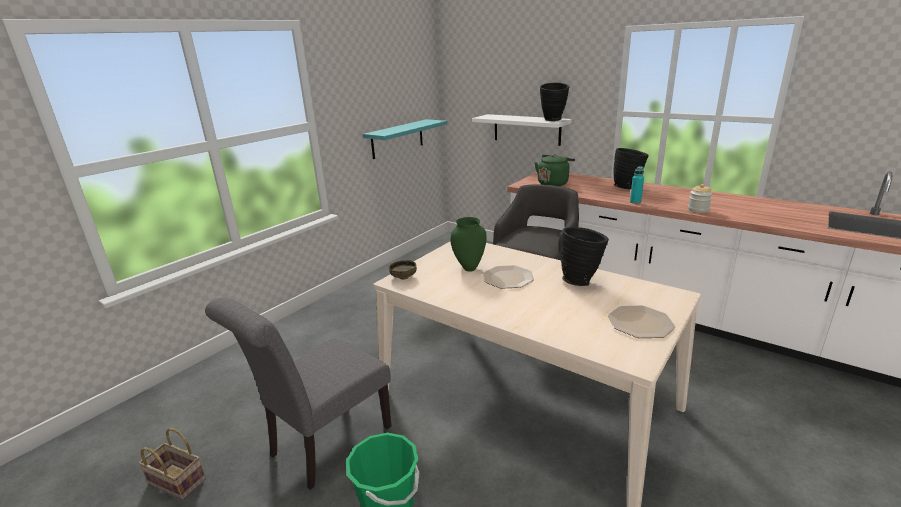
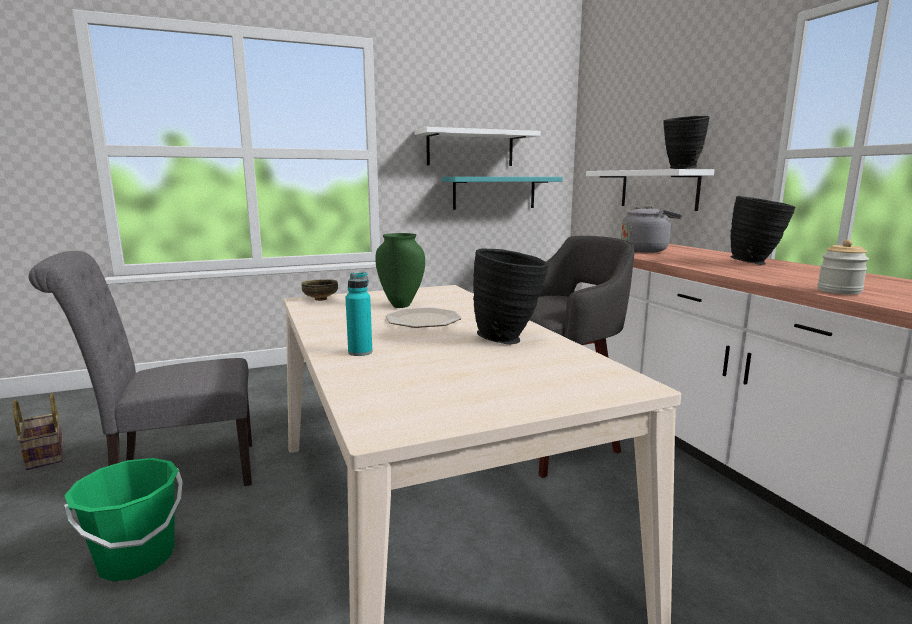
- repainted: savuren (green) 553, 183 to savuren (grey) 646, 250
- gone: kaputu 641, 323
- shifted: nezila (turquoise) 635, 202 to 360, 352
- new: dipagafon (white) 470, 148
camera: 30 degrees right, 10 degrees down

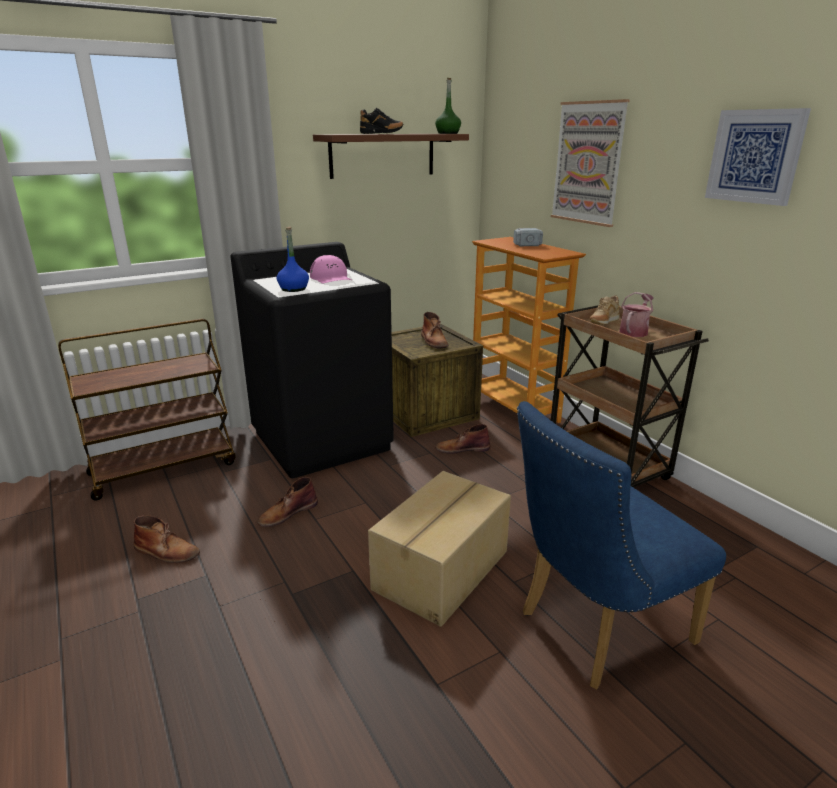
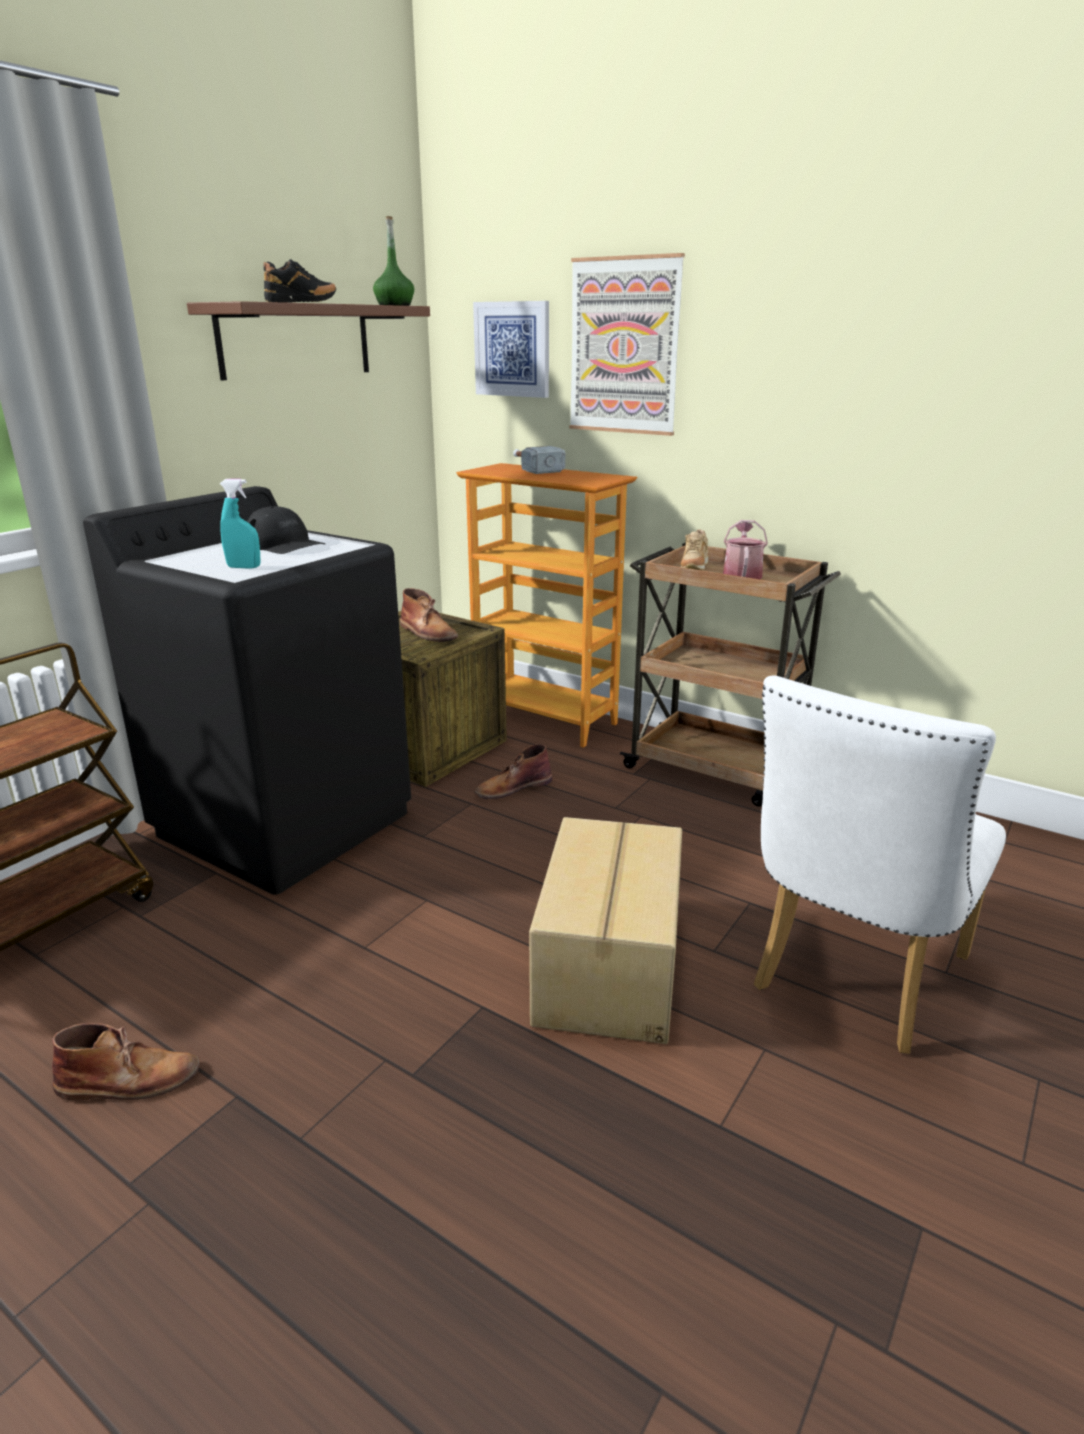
- gone: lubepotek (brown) 287, 513
- swapped: nezila (blue) 293, 289 to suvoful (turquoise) 244, 567
- repainted: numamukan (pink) 331, 278 to numamukan (black) 284, 545
- repainted: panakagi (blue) 594, 629 to panakagi (white) 850, 979
- shifted: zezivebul 755, 156 to 512, 349
camera: 25 degrees left, 0 degrees up

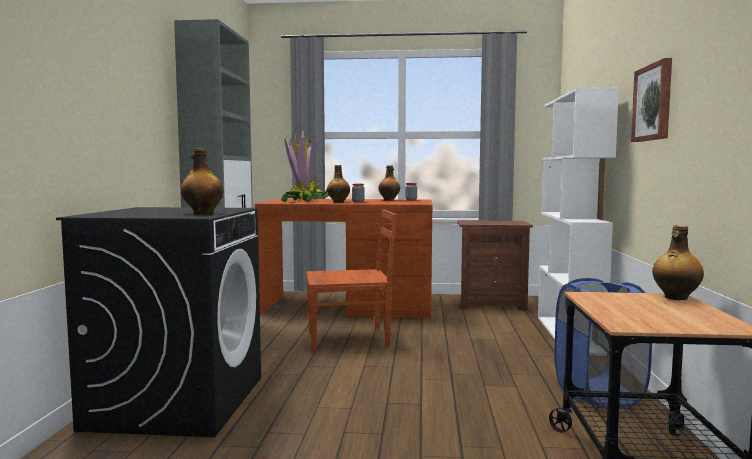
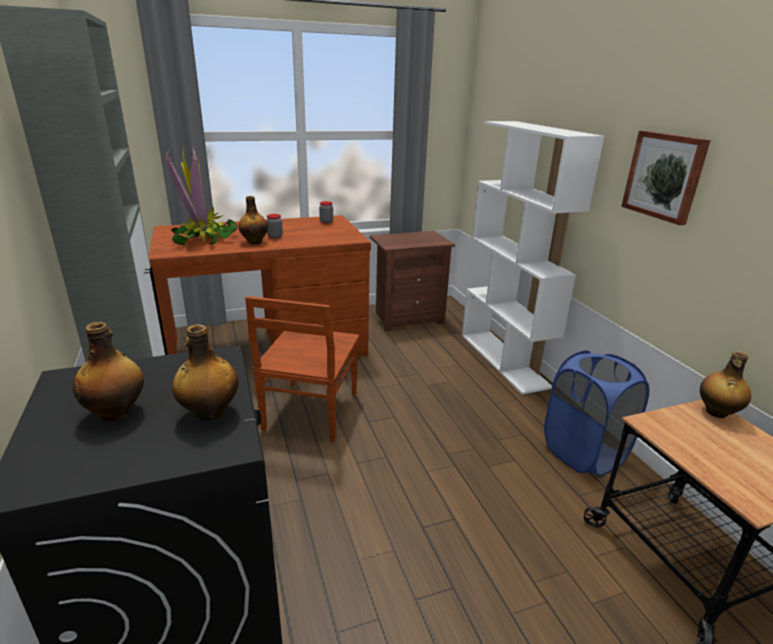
- rotated: panakagi (brown) 350, 338 = 310, 412 135 degrees clockwise
- shifted: nezila 389, 200 to 117, 412
camera: 25 degrees left, 20 degrees up

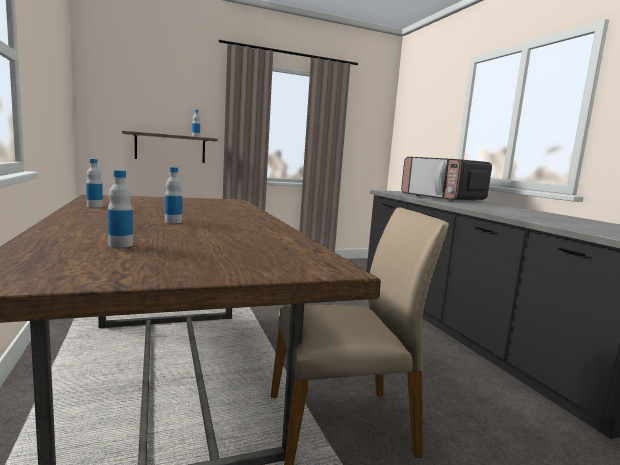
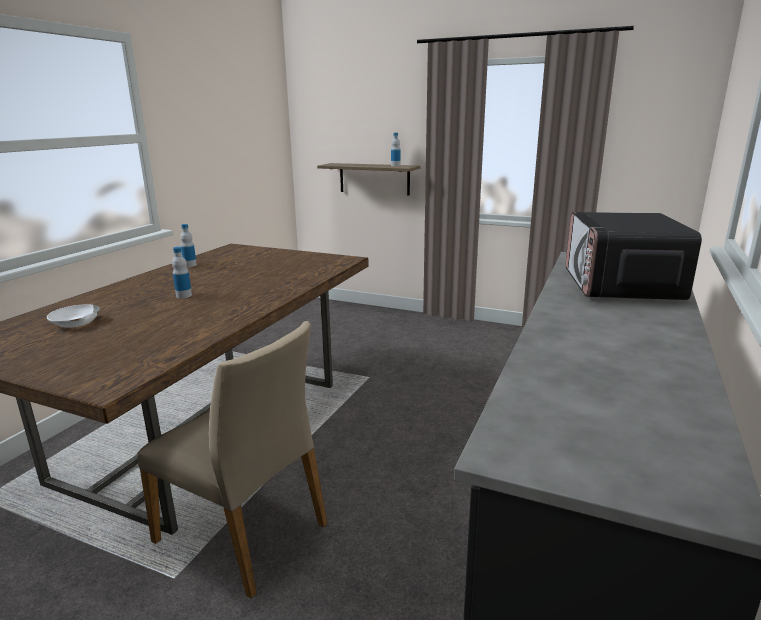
- swapped: nezila 120, 245 to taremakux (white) 74, 323
camera: 45 degrees right, 10 degrees up

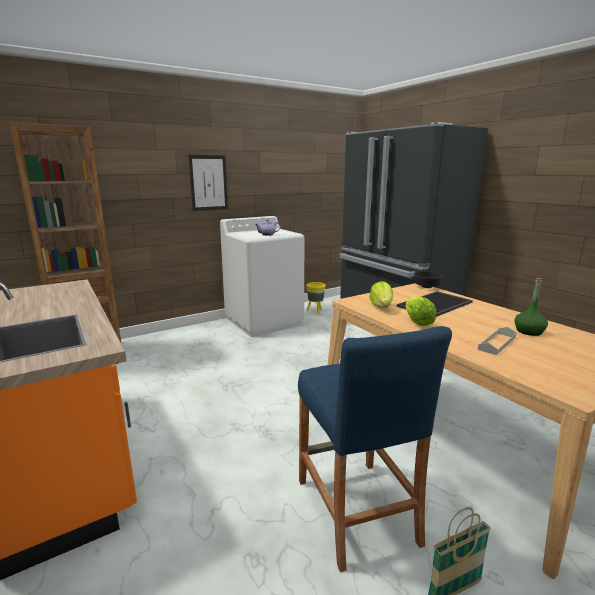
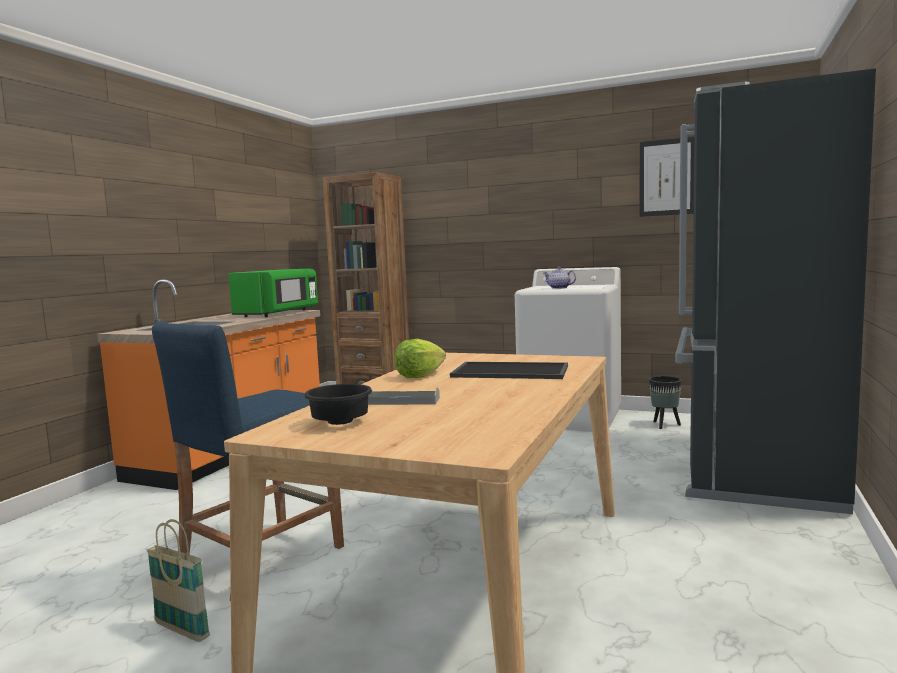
- shifted: zezivebul 208, 183 to 666, 177
- repainted: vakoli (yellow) 315, 311 to vakoli (black) 665, 425
- gone: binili 381, 307
- shifted: taremakux (black) 426, 287 to 341, 422
- gone: nezila (green) 528, 331
- new: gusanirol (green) 278, 313
camera: 55 degrees right, 10 degrees down

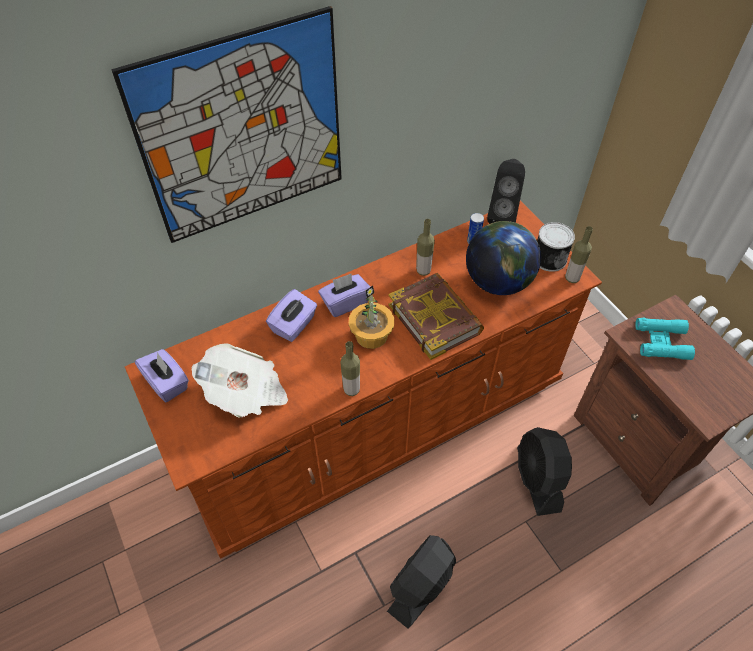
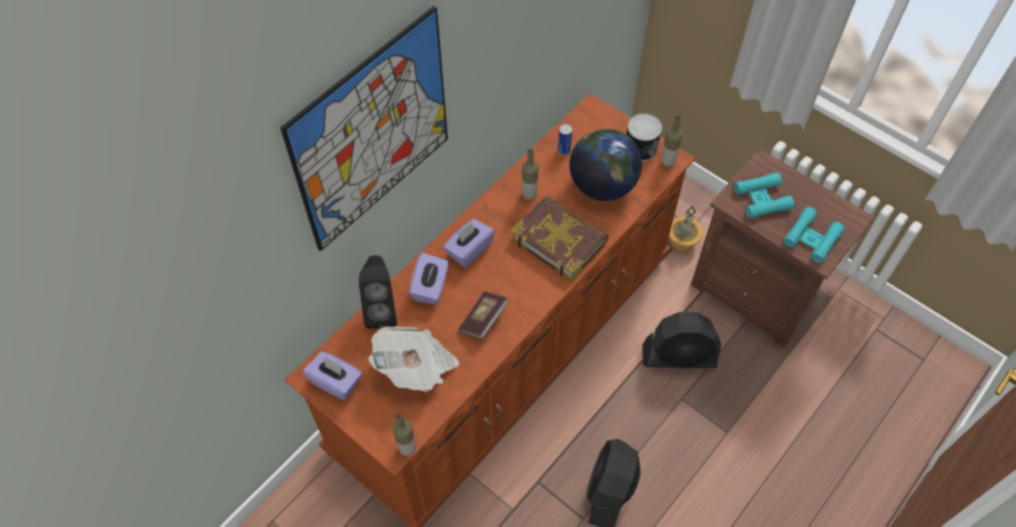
- shifted: nezila 351, 390 to 407, 448
- shifted: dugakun 372, 335 to 682, 241
- shifted: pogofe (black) 502, 216 to 382, 310
- rotated: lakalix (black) 538, 480 = 679, 357 60 degrees counterclockwise
- new: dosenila 483, 320
- new: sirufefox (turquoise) 812, 238
camera: 20 degrees left, 5 degrees up

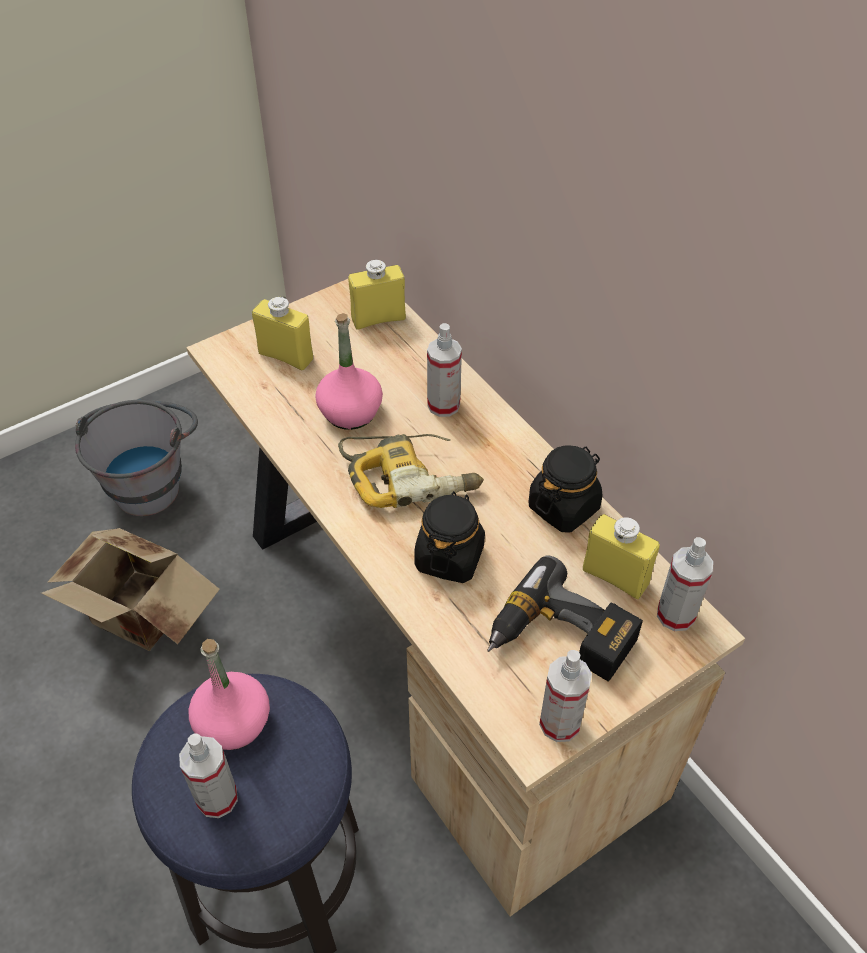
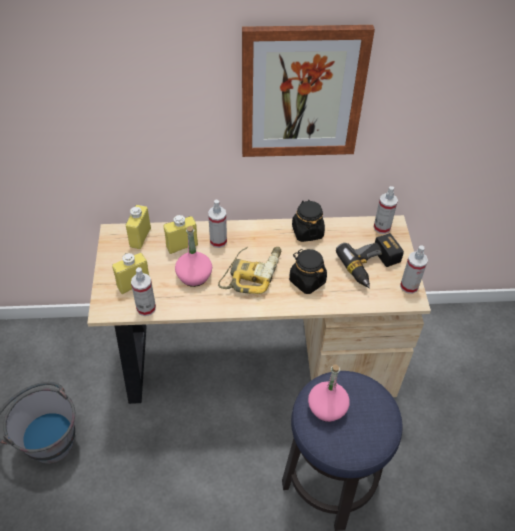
- gone: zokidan 140, 619
- shifted: suvoful 217, 798 to 146, 308
- shifted: nezila (yellow) 615, 577 to 182, 246
- new: zezivebul 302, 93
camera: 60 degrees left, 0 degrees up

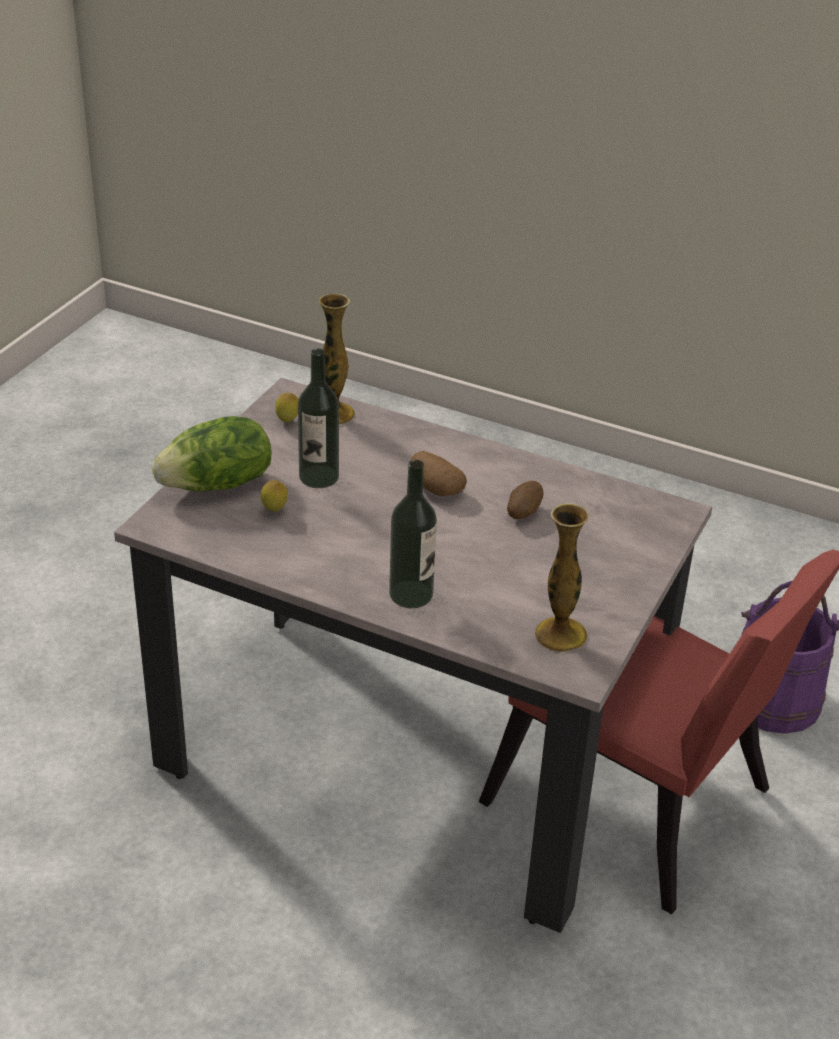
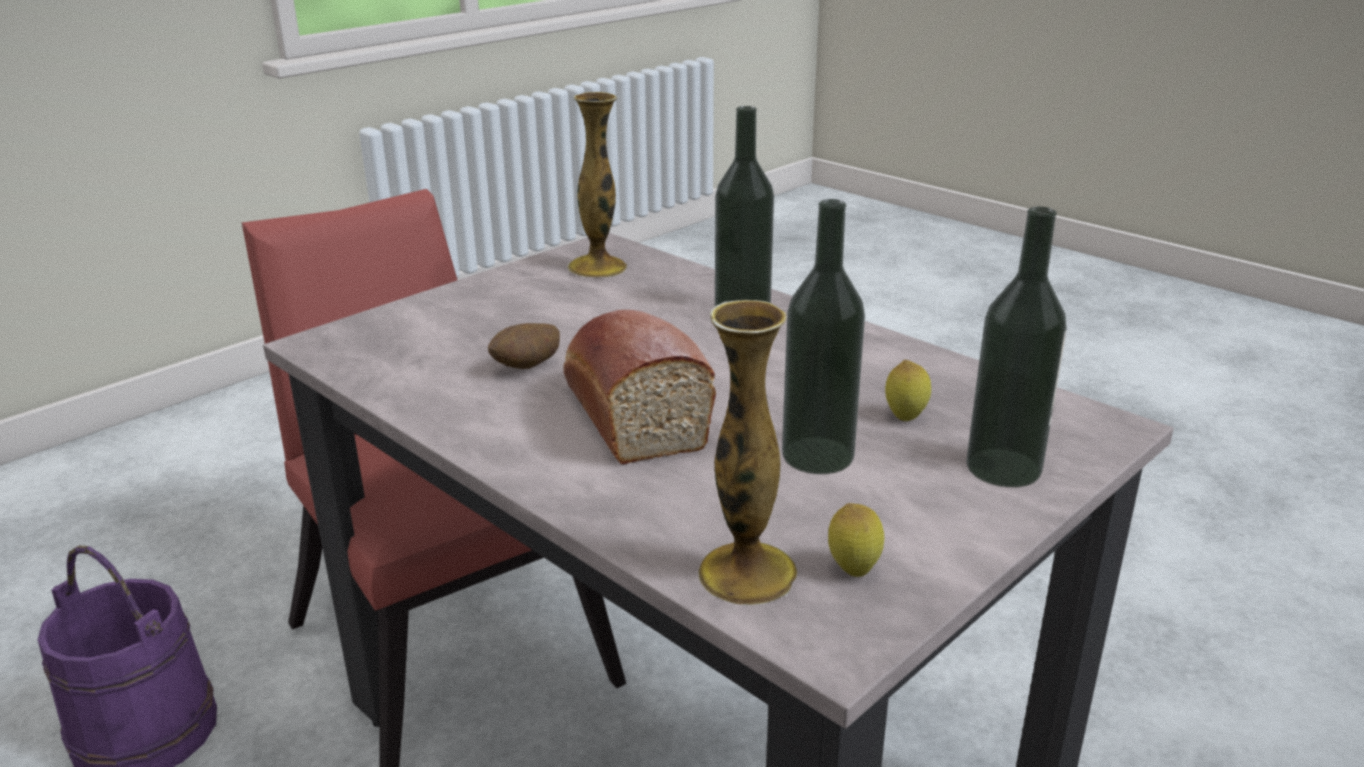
- swapped: binili 218, 484 to nezila 1003, 468
- swapped: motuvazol 435, 488 to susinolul 631, 413
camera: 160 degrees left, 10 degrees down

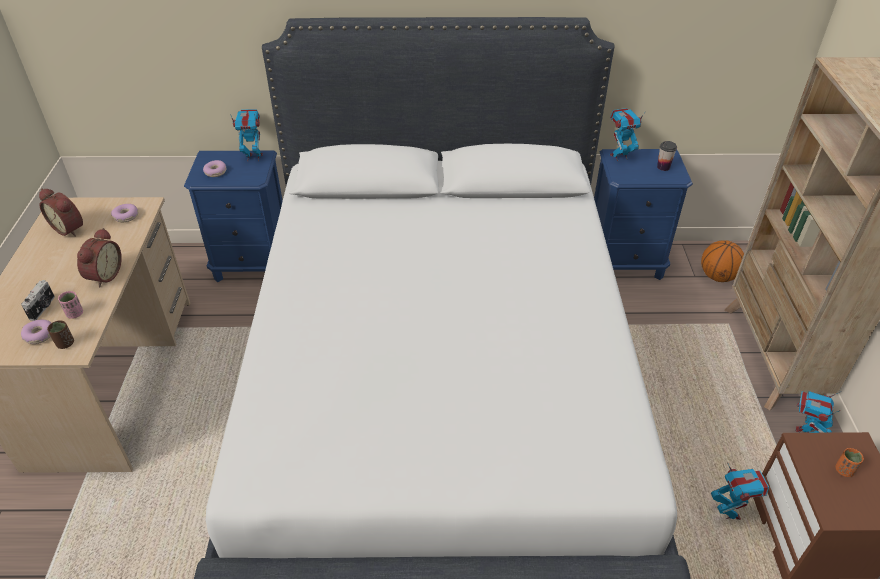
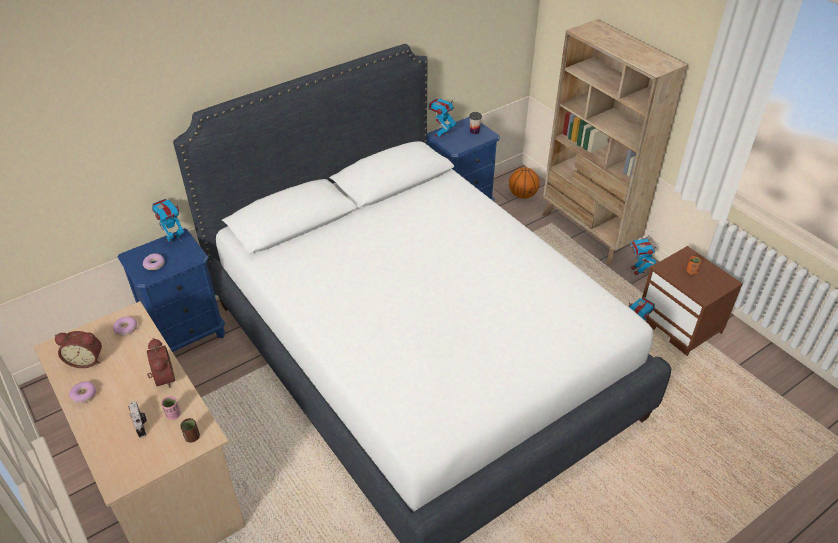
- shifted: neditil 39, 335 to 84, 395
camera: 35 degrees left, 0 degrees up

